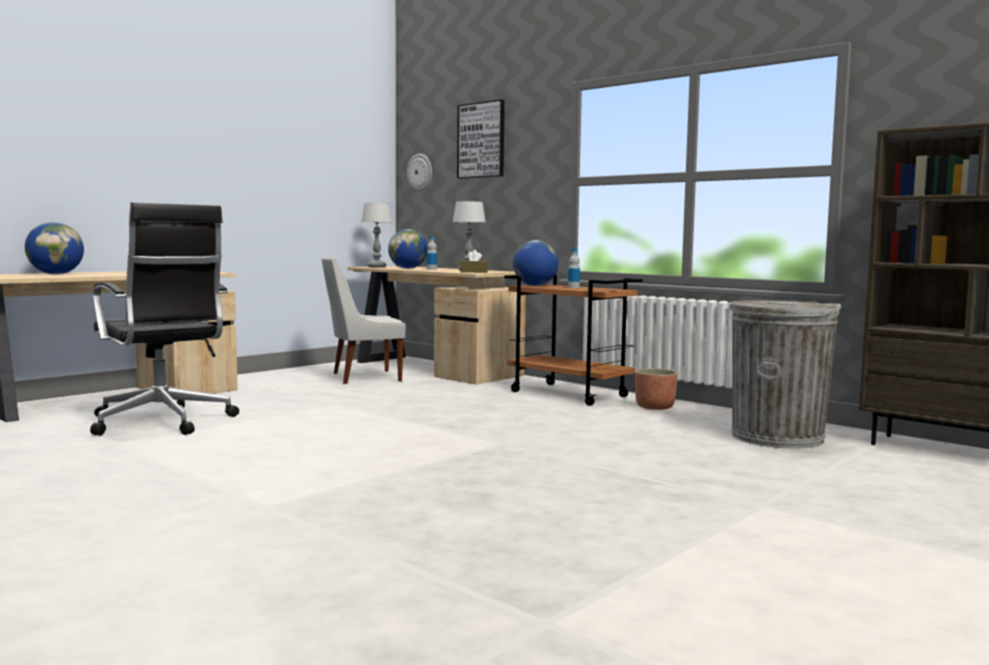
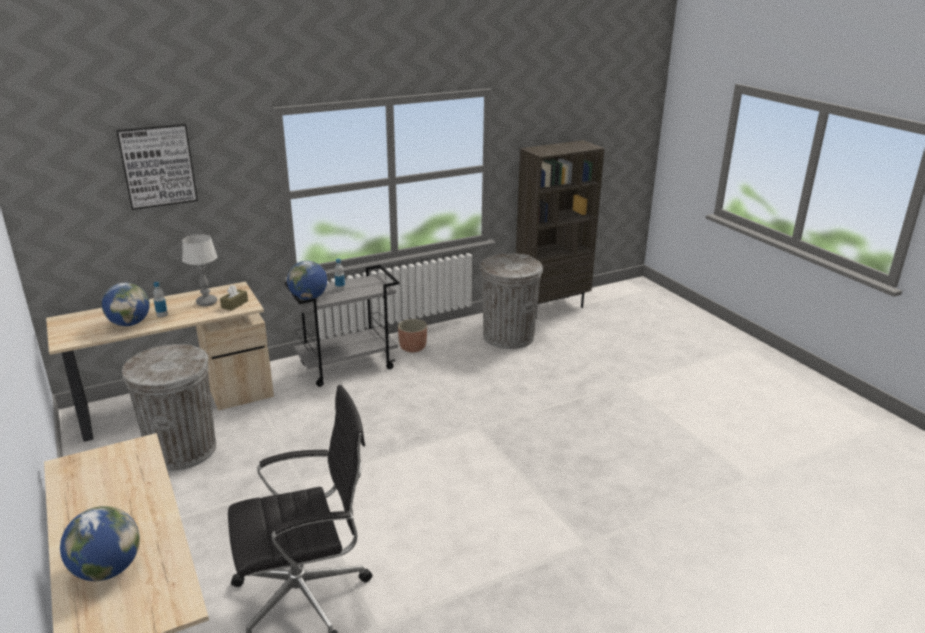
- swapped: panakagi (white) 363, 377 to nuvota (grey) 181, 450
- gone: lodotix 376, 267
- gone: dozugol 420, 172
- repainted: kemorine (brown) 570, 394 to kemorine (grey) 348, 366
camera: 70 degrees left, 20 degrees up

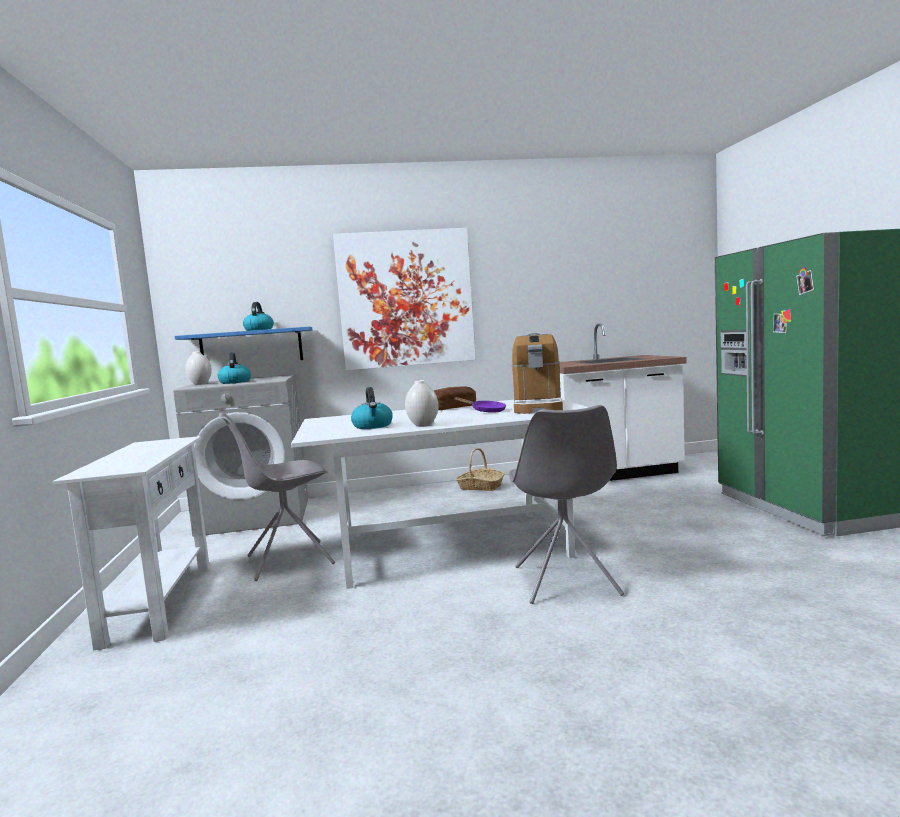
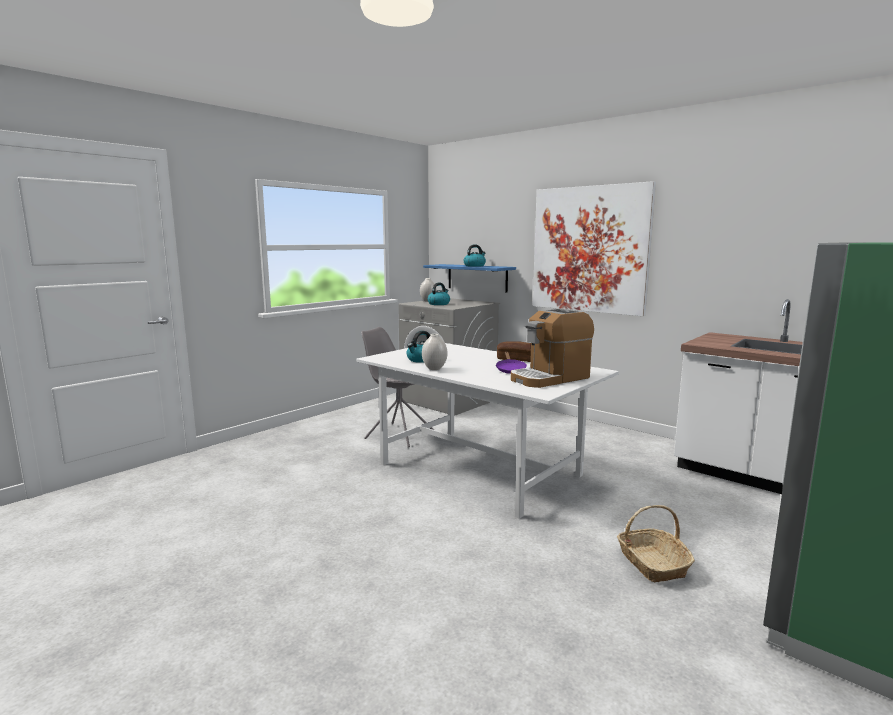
- gone: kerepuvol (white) 159, 603
- shifted: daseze 480, 487 to 652, 563
- gone: panakagi (grey) 566, 582
camera: 50 degrees right, 5 degrees up

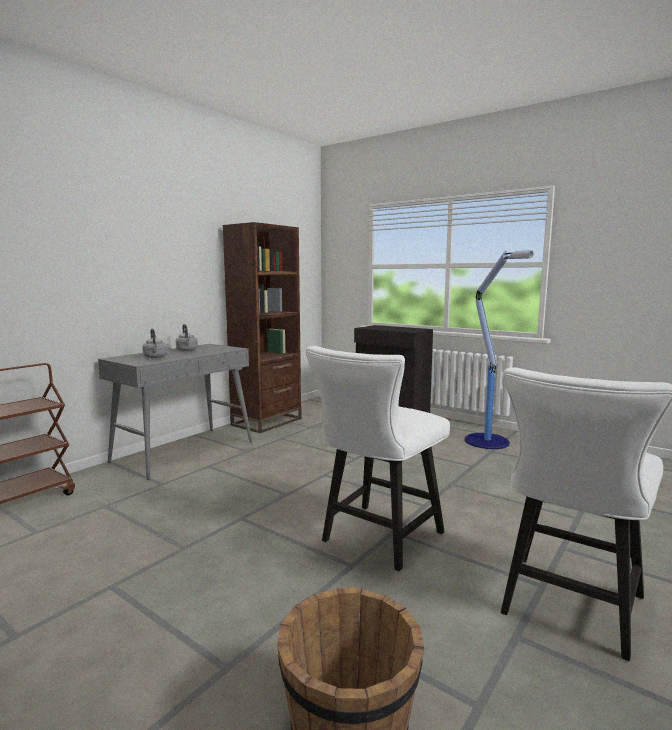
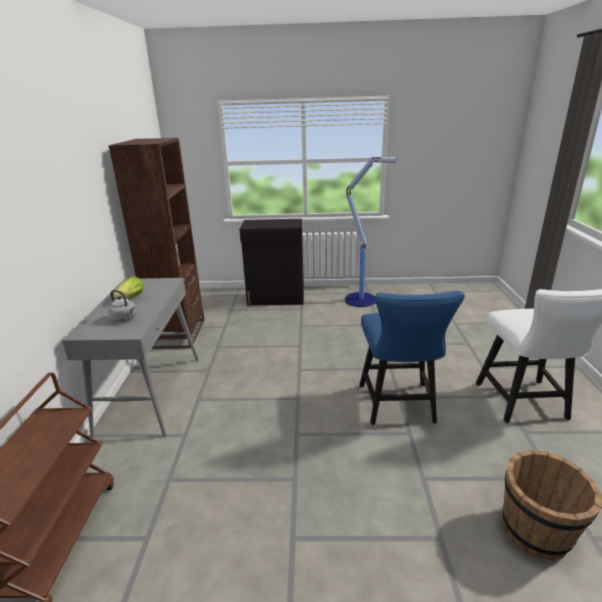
- swapped: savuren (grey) 187, 350 to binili 131, 297
- repainted: panakagi (white) 377, 540 to panakagi (blue) 398, 407
camera: 35 degrees left, 15 degrees up

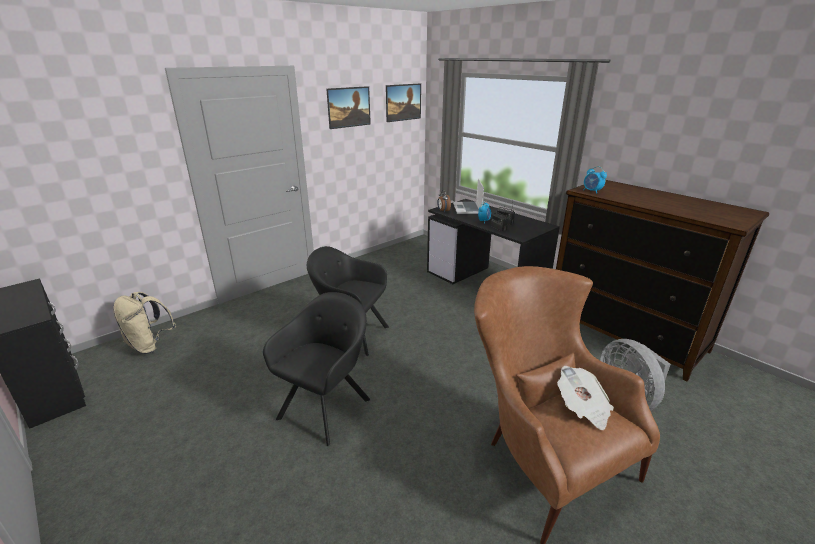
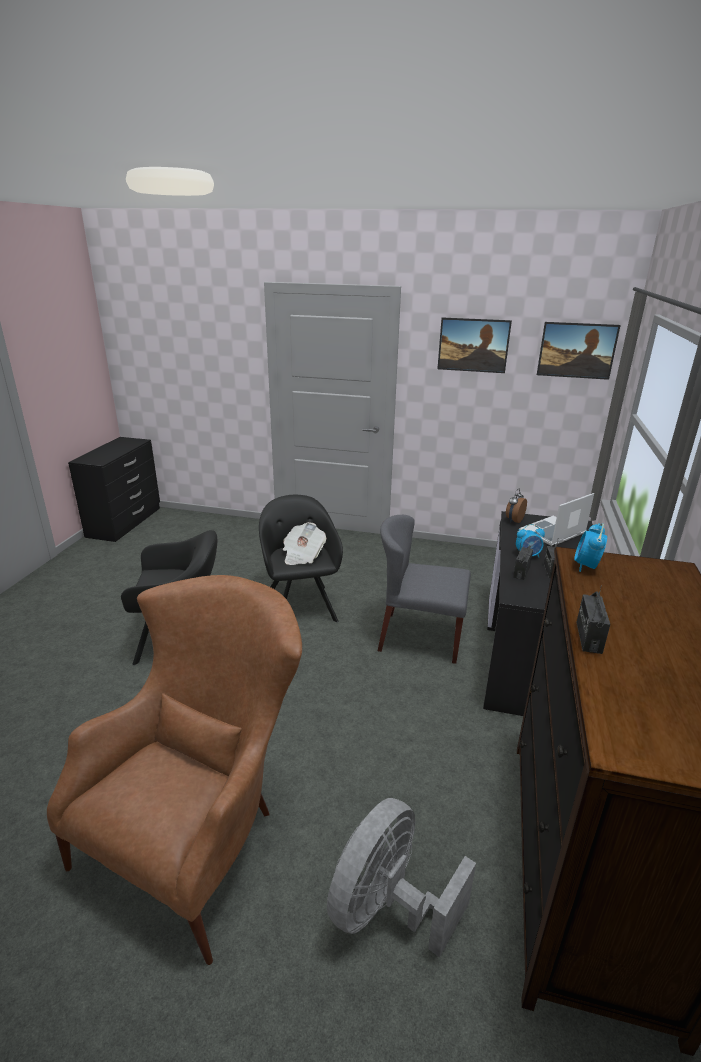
- gone: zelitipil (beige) 150, 345
- shifted: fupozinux 583, 408 to 302, 555
- new: panakagi (grey) 419, 637
- new: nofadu 588, 637
camera: 55 degrees right, 0 degrees up

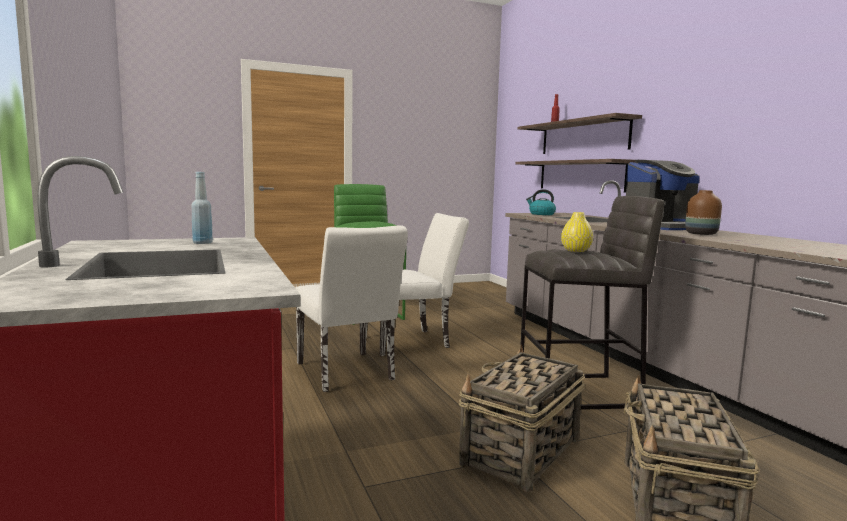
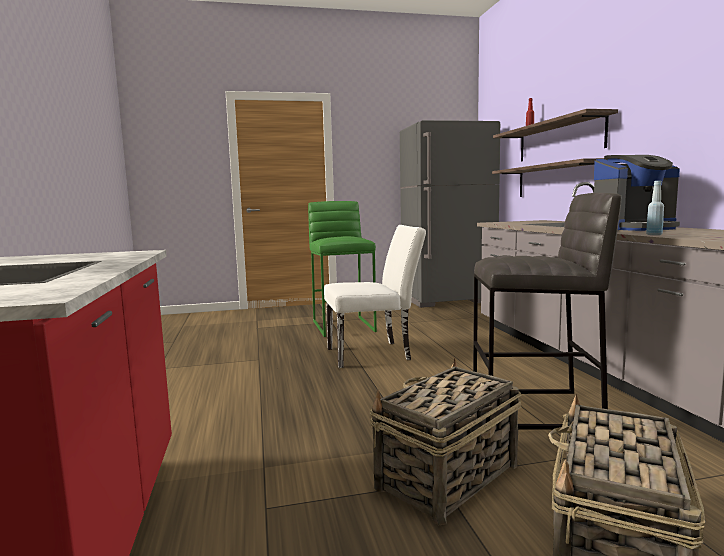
- shifted: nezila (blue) 202, 243 to 654, 235
- gone: panakagi (white) 347, 374
- gone: savuren 541, 214
- gone: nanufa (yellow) 576, 251
- gone: nanufa (brown) 702, 234
- new: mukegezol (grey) 448, 301
camera: 10 degrees right, 0 degrees up

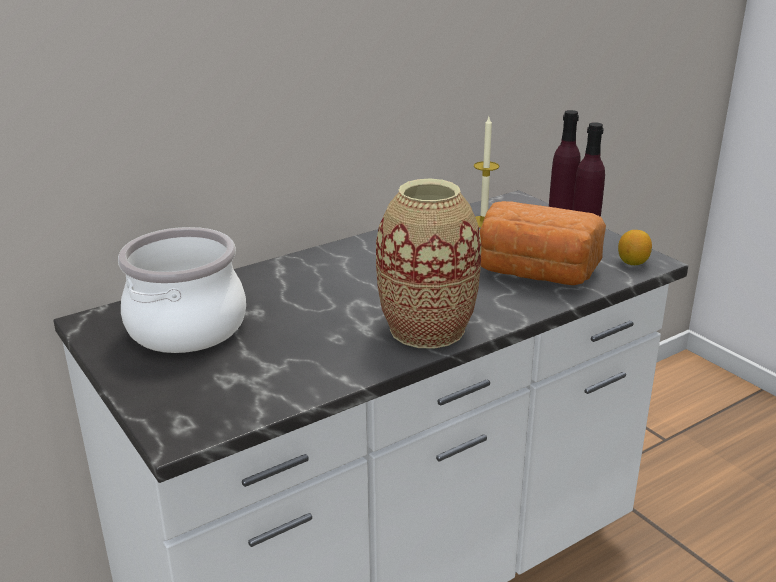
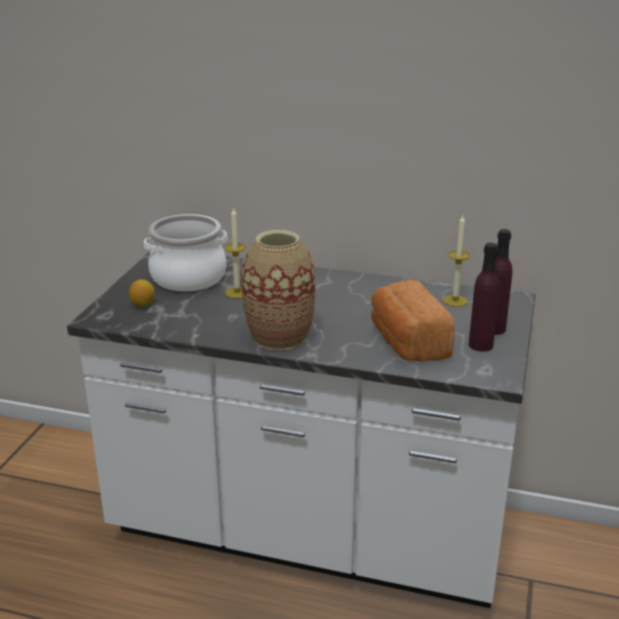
- shifted: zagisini 632, 262 to 143, 304
- new: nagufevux 237, 292
camera: 50 degrees right, 0 degrees up

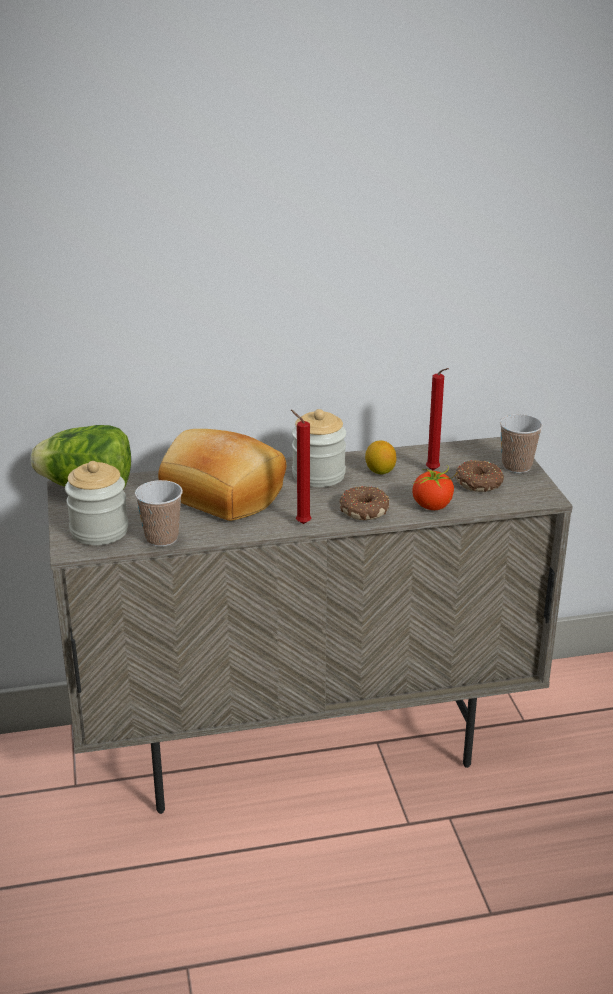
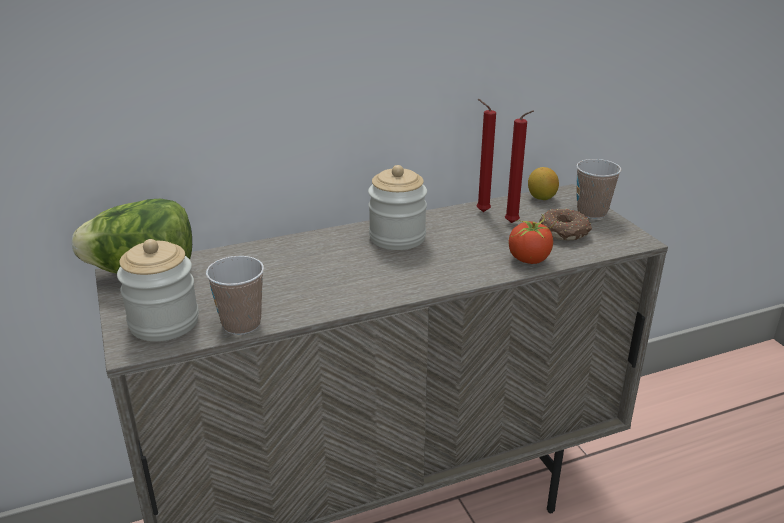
- gone: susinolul 221, 495
- shifted: nagufevux (red) 301, 523 to 480, 211
- gone: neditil 363, 510
- shifted: zagisini 380, 471 to 541, 198
camera: 10 degrees left, 0 degrees up

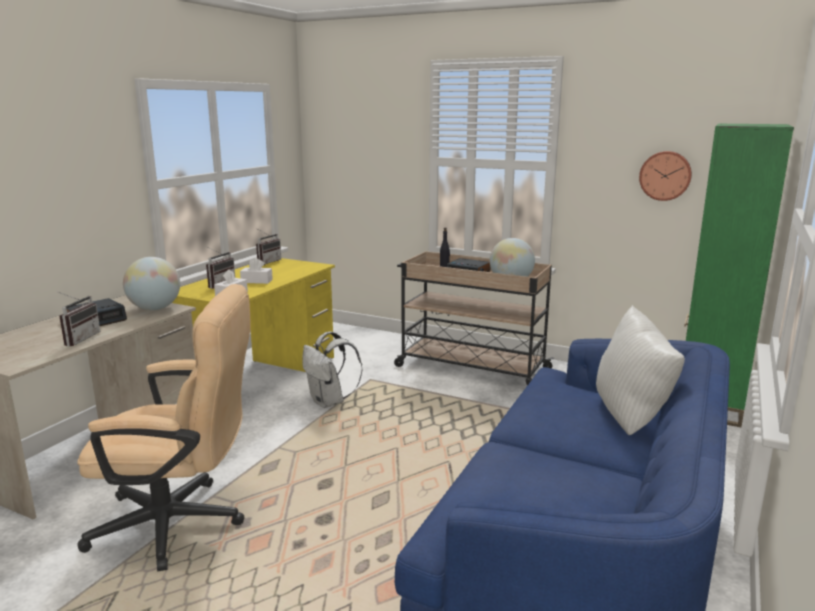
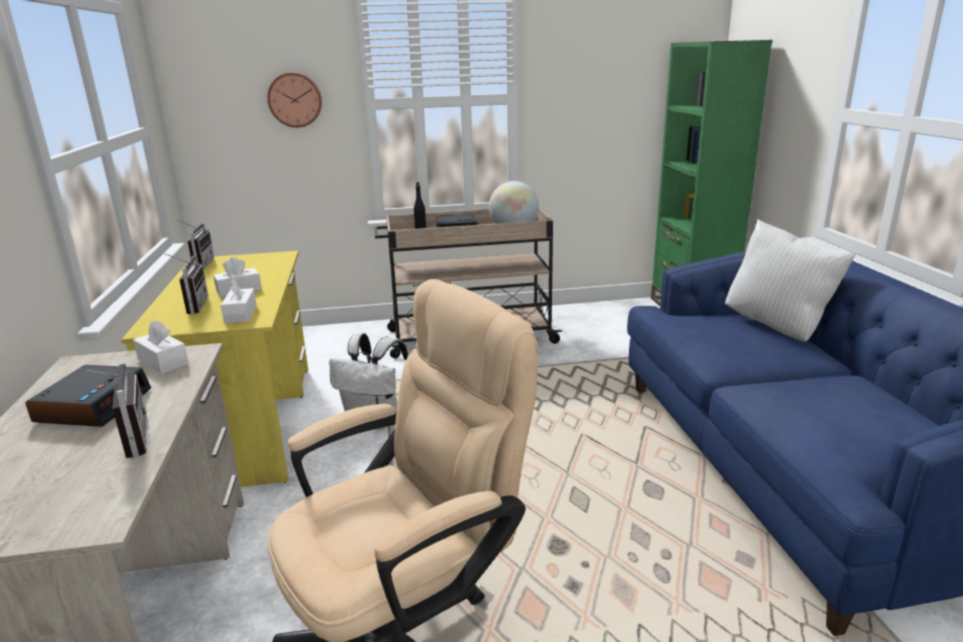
- swapped: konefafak 155, 309 to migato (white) 163, 362
- shifted: dozugol 665, 175 to 295, 100
camera: 35 degrees left, 5 degrees up

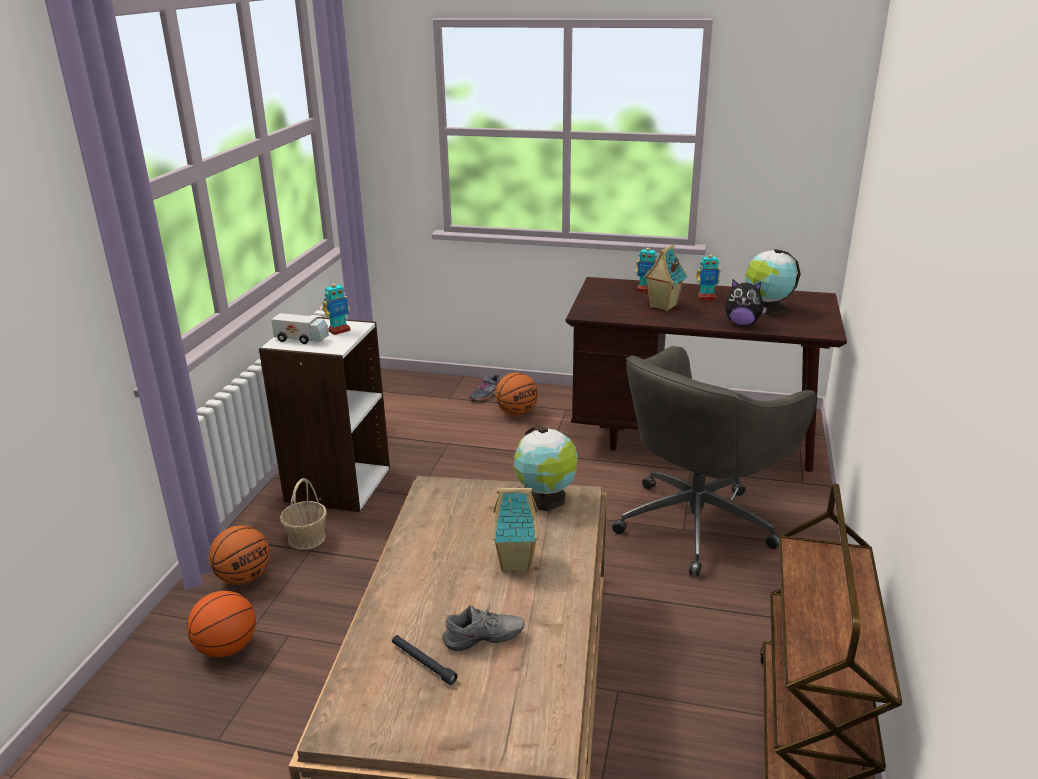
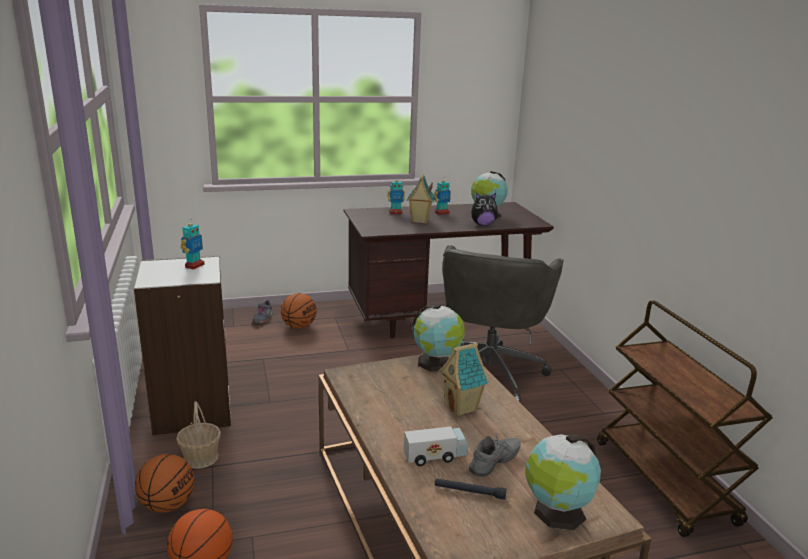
- shifted: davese 302, 339 to 435, 456
- new: konefafak 557, 513
camera: 30 degrees left, 5 degrees down

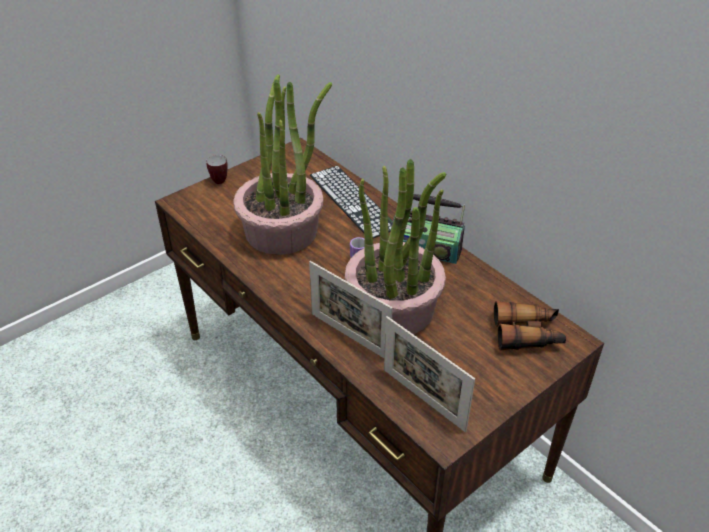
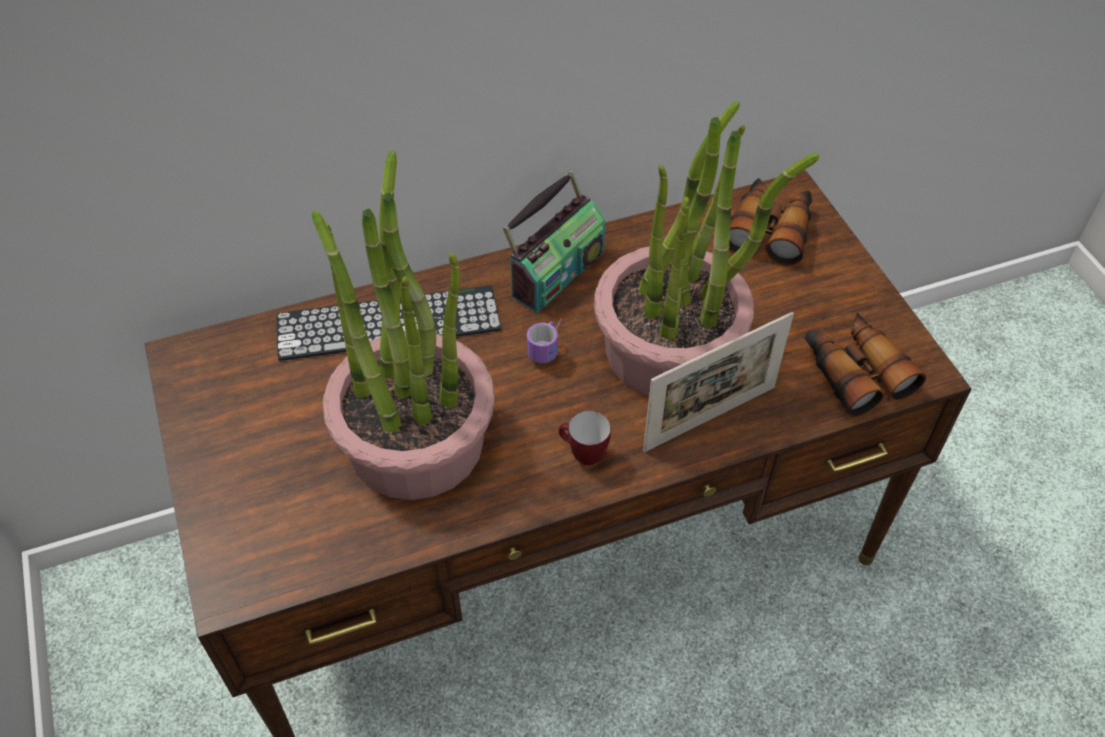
- shifted: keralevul 220, 179 to 582, 455
- swapped: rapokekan 423, 399 to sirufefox 854, 372
camera: 70 degrees left, 10 degrees up

